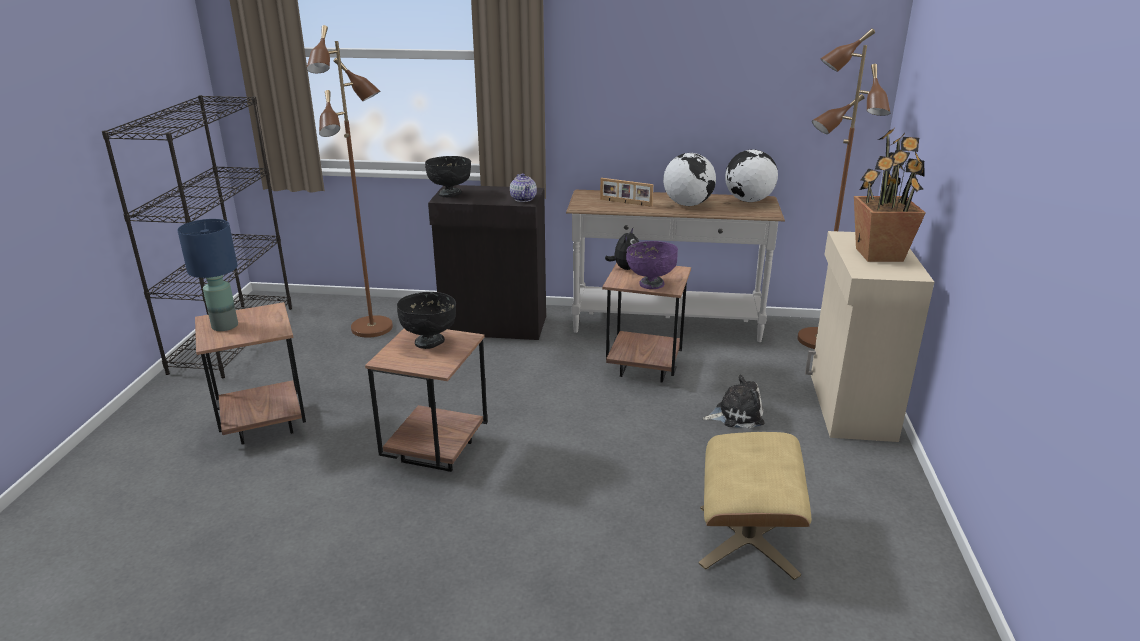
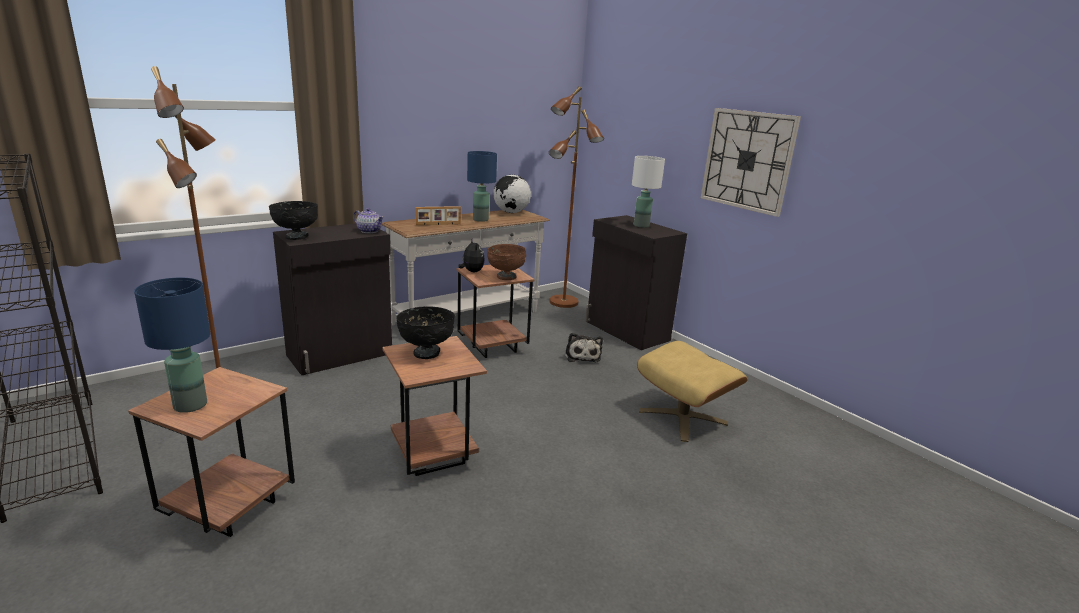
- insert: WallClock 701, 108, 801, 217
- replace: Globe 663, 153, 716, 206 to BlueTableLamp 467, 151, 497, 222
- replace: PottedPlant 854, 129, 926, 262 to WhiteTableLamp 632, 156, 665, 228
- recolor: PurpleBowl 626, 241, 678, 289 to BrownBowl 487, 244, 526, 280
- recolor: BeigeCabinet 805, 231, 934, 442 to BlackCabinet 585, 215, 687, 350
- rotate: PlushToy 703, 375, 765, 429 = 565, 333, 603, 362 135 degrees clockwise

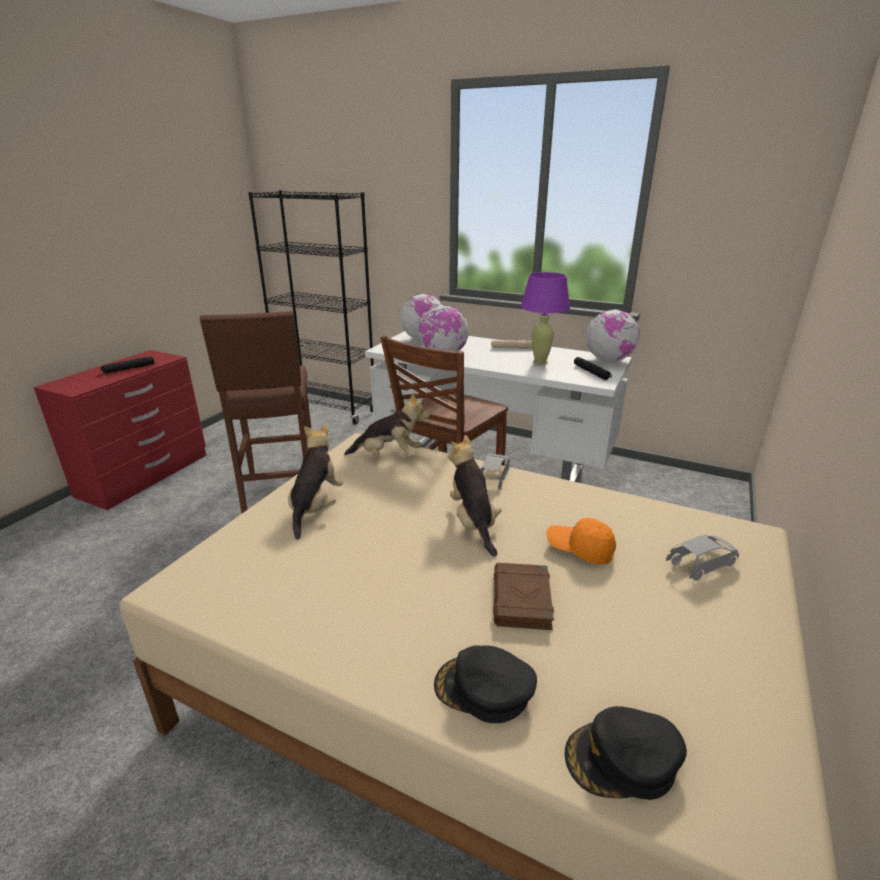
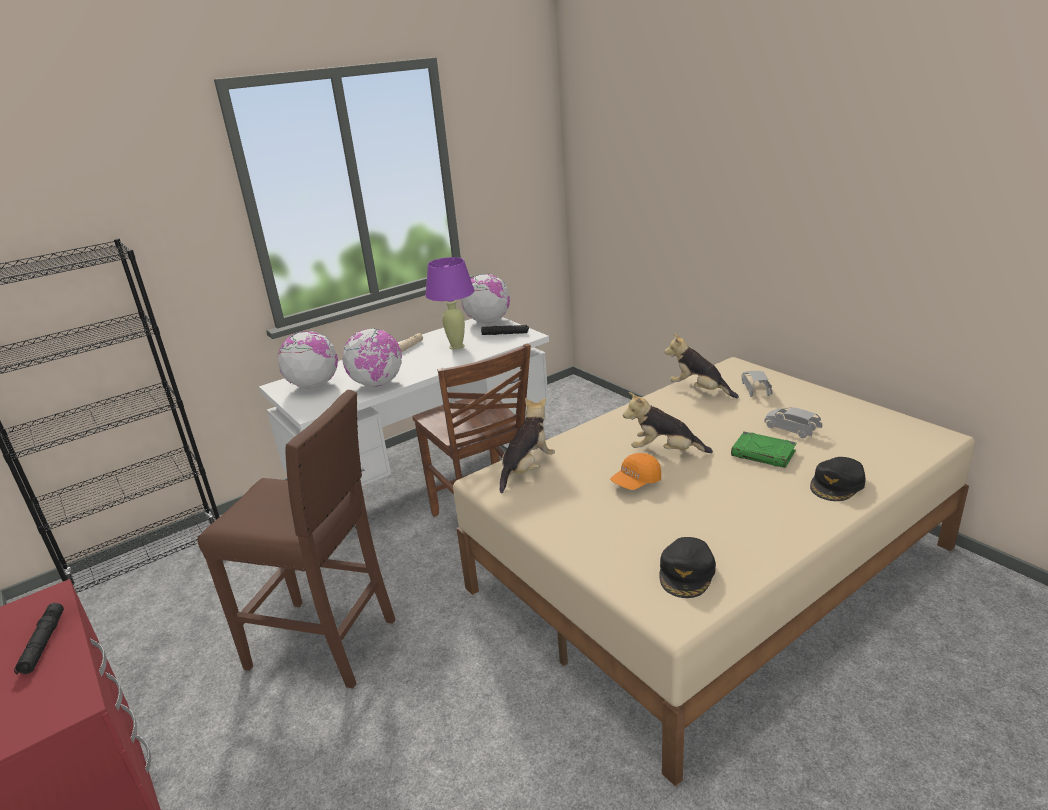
- move: PlushToy 288, 424, 343, 540 to 665, 333, 739, 398
- move: GreyToyCar 481, 454, 510, 489 to 764, 407, 822, 438
- move: OrangeCap 547, 517, 616, 565 to 610, 453, 661, 490
- move: BlackCap 565, 706, 687, 800 to 659, 537, 716, 598
- recolor: BrownBook 493, 563, 554, 630 to GreenBook 731, 431, 797, 468

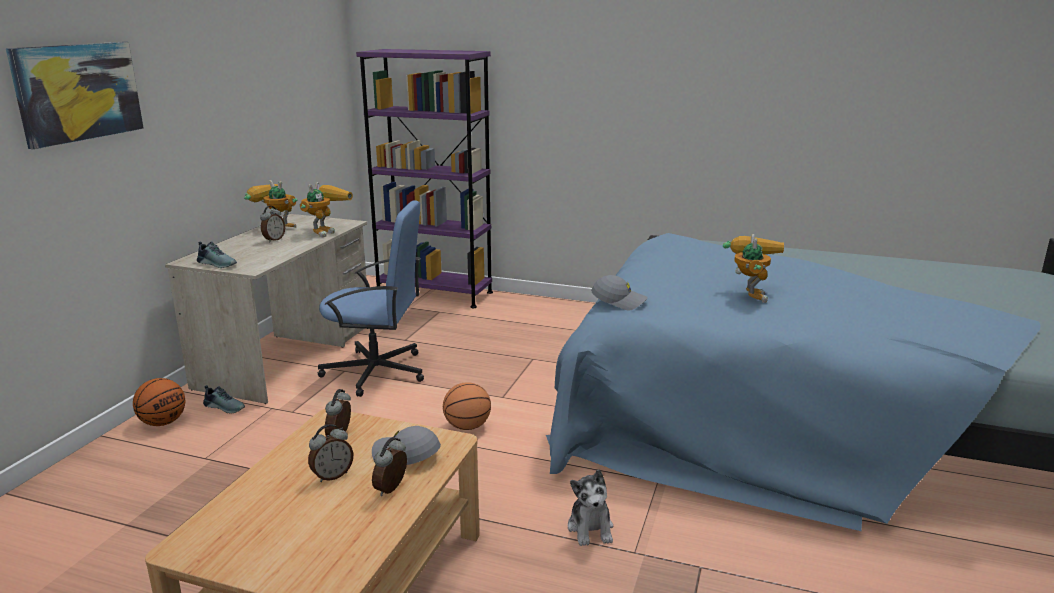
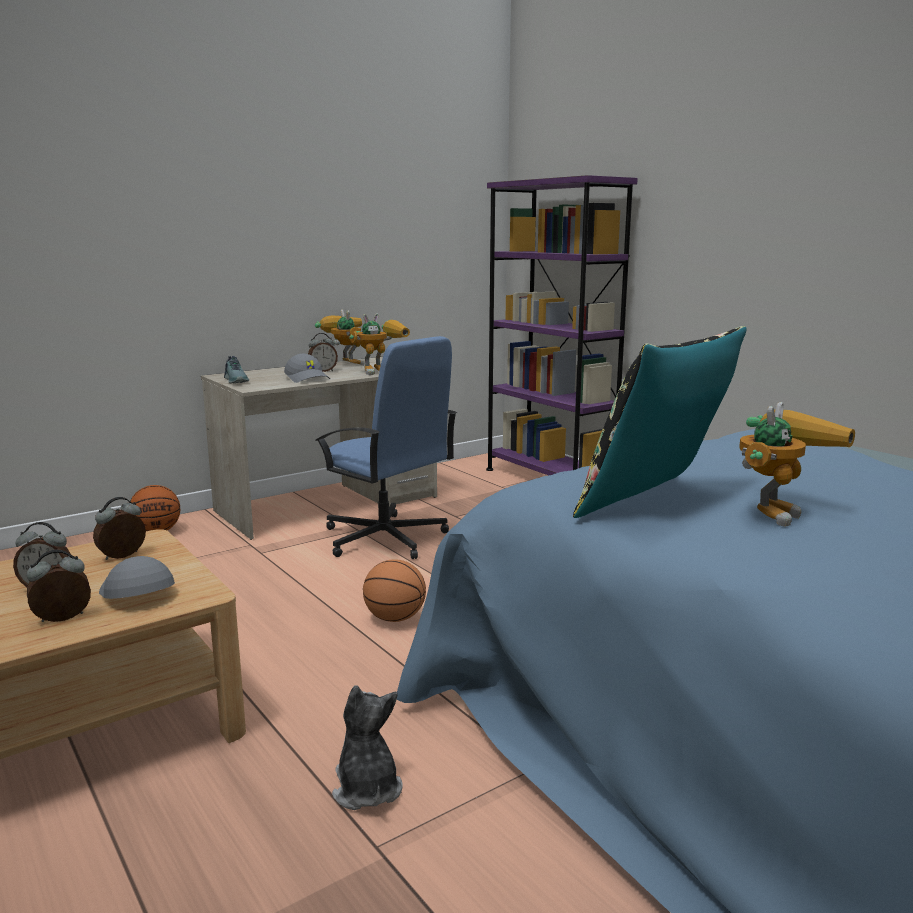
- delete: Picture 6, 42, 144, 149
- delete: Shoe 203, 385, 245, 413
- insert: BlackPillow 573, 326, 747, 518
- move: GreyCap 591, 275, 648, 311 to 284, 354, 330, 383
- rotate: PlushToy 568, 470, 613, 546 = 332, 685, 402, 810 135 degrees clockwise

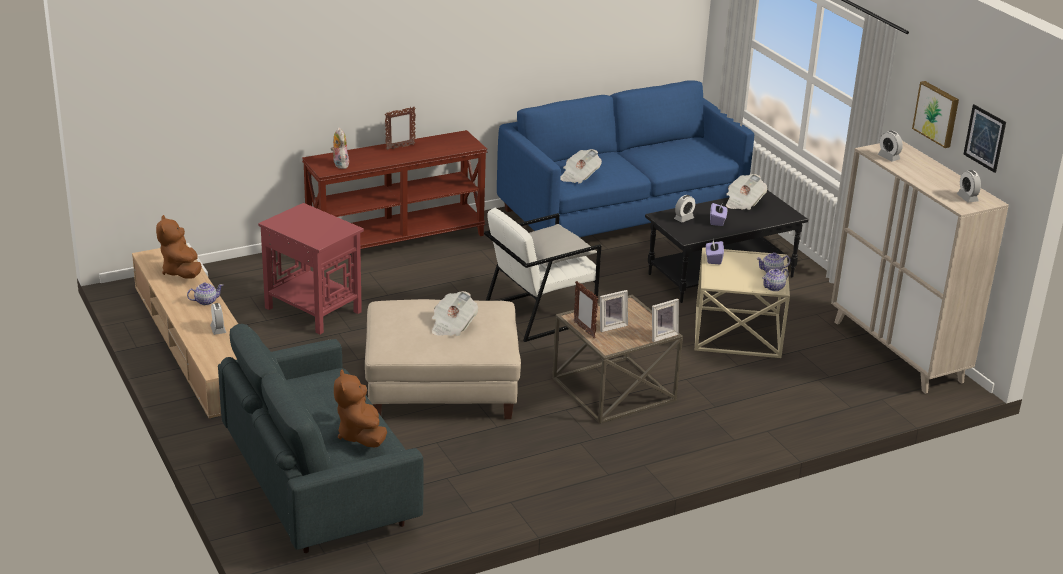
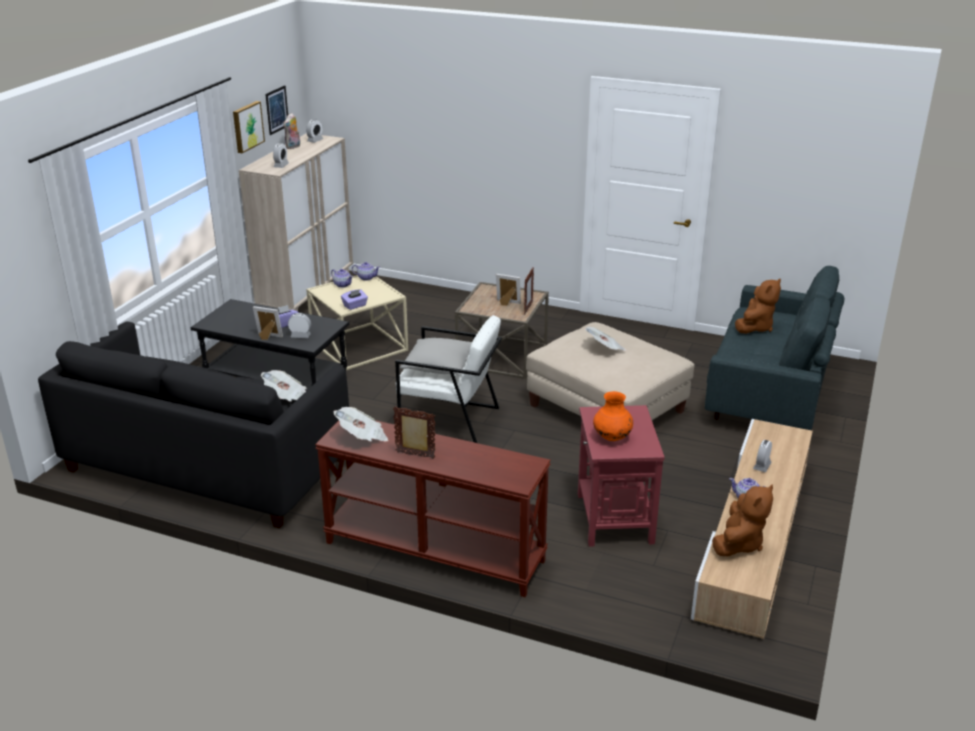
- insert: OrangeVase 593, 391, 633, 441
- move: PlushToy 331, 127, 349, 169 to 283, 113, 300, 149
- move: PictureFrame 652, 299, 679, 342 to 253, 306, 283, 340
- move: Newspaper 726, 174, 767, 210 to 333, 407, 388, 442
- recolor: BlueSofa 497, 80, 754, 237 to BlackSofa 38, 322, 349, 529

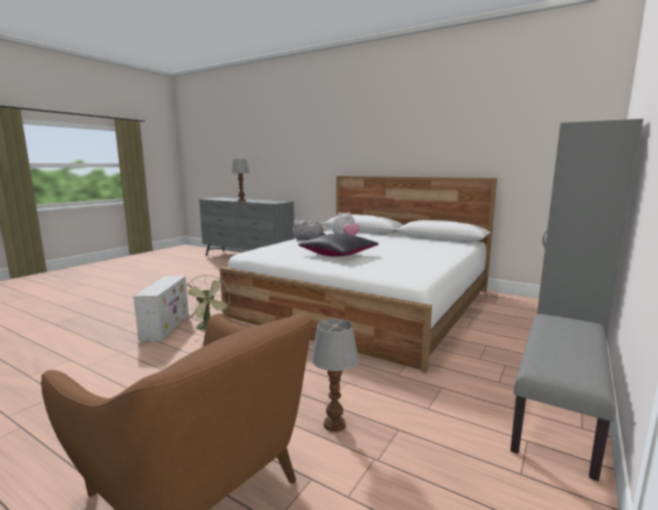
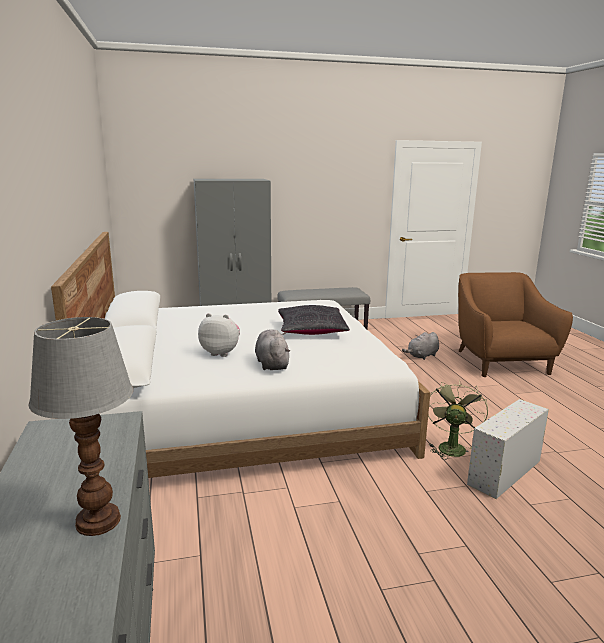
- replace: TableLamp 311, 319, 359, 432 to GreyPlushToy 402, 332, 439, 360

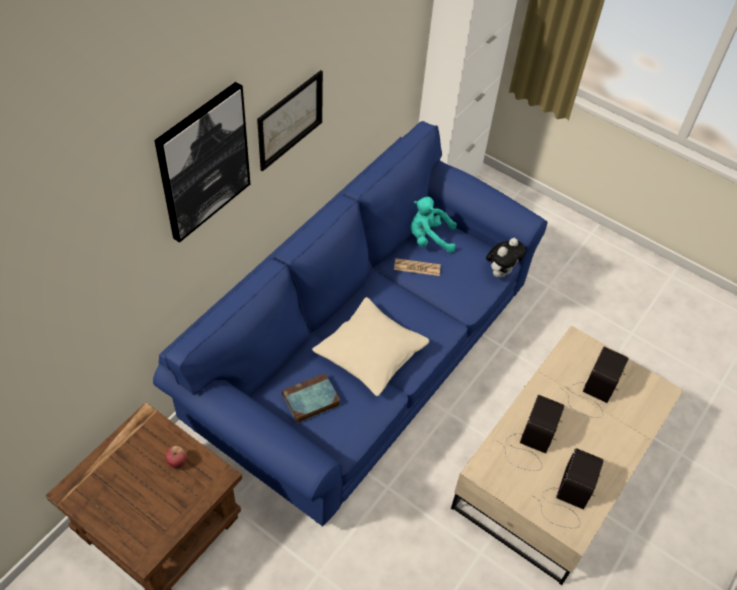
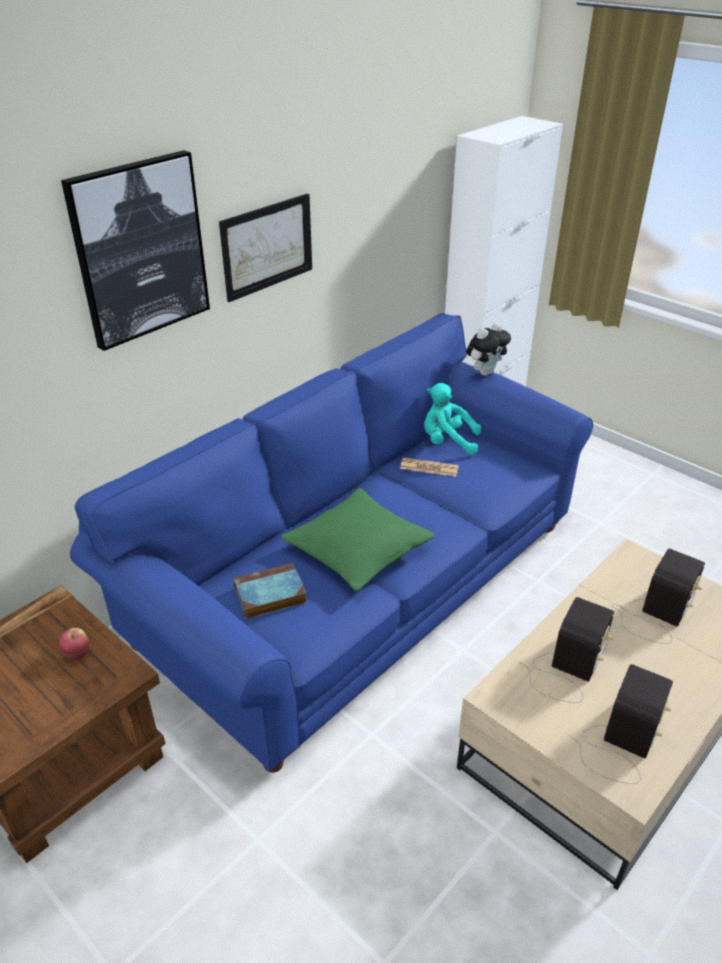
- move: PlushToy 486, 238, 526, 277 to 466, 323, 511, 376
- recolor: BeigePillow 312, 297, 430, 396 to GreenPillow 281, 488, 434, 591

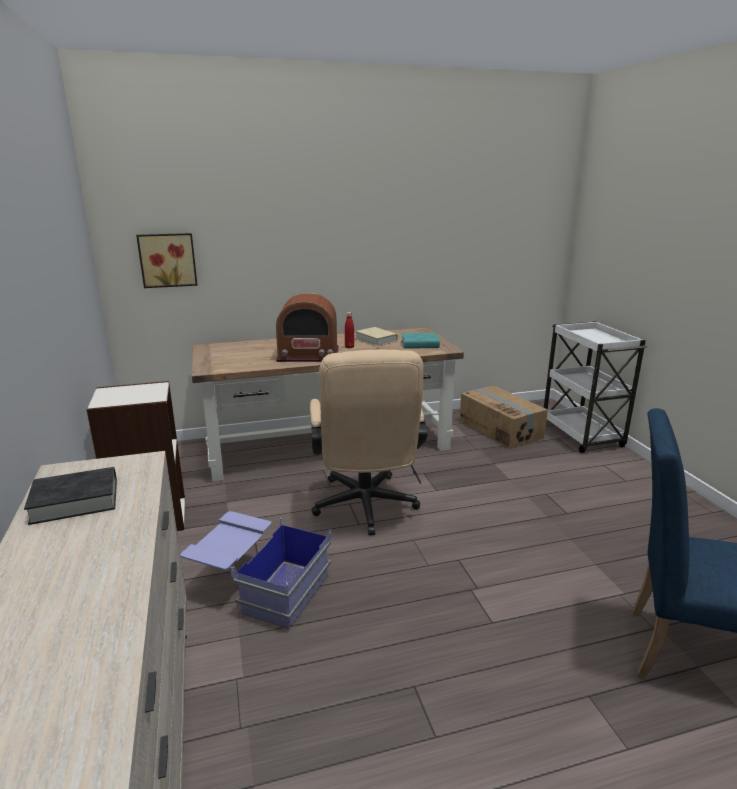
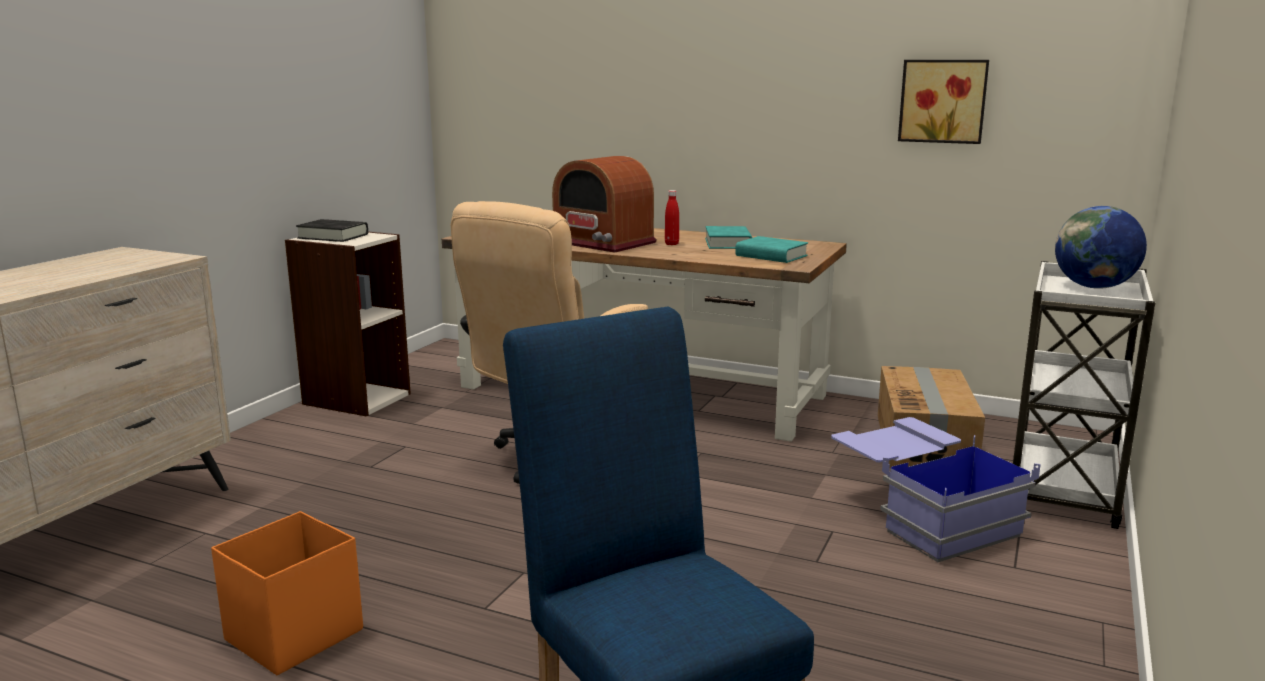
- insert: OrangeStorageBox 211, 511, 363, 675
- insert: Globe 1055, 206, 1147, 289
- move: BlackBook 24, 467, 117, 525 to 296, 219, 368, 242
- move: Picture 136, 233, 197, 288 to 898, 60, 989, 144
- move: BlueStorageBox 180, 511, 332, 629 to 831, 417, 1041, 562
- recolor: BeigeBook 355, 327, 398, 346 to TurquoiseBook 705, 226, 753, 249

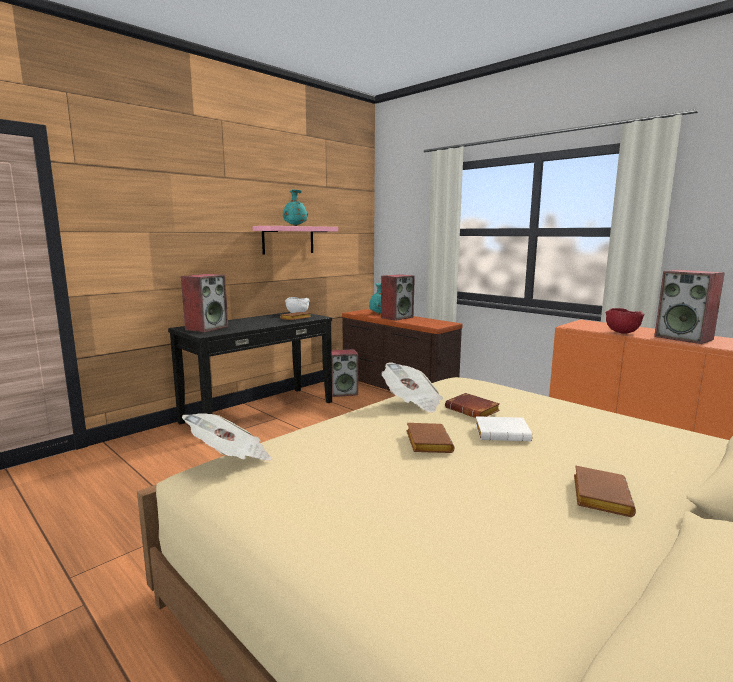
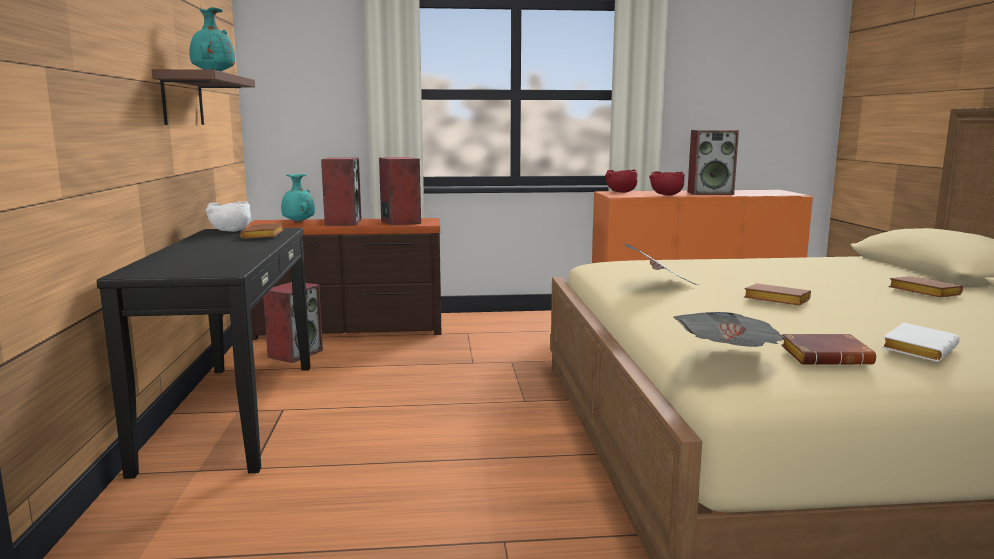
- insert: RedBowl 605, 169, 637, 193
- move: Speaker 181, 274, 228, 332 to 379, 157, 421, 225
- move: BrownBook 445, 393, 500, 418 to 781, 334, 876, 365
- move: WhiteBook 475, 416, 532, 441 to 881, 323, 960, 362
- recolor: PinkShelf 252, 226, 338, 254 to BrownShelf 152, 69, 255, 125

